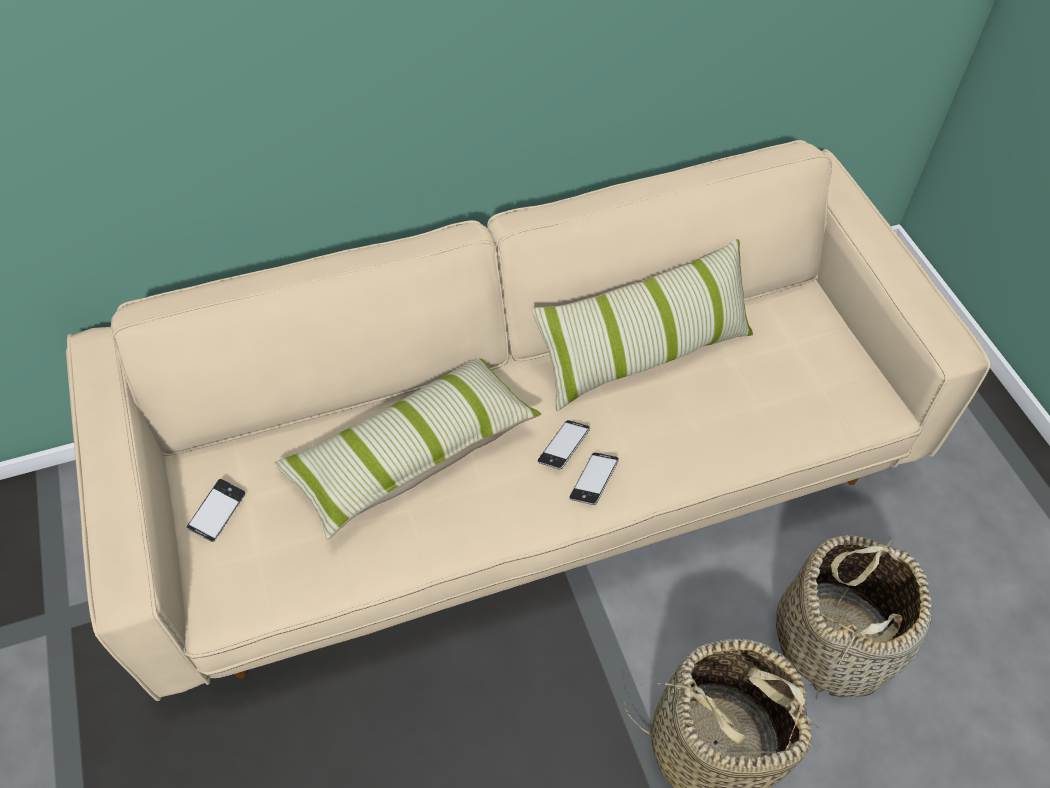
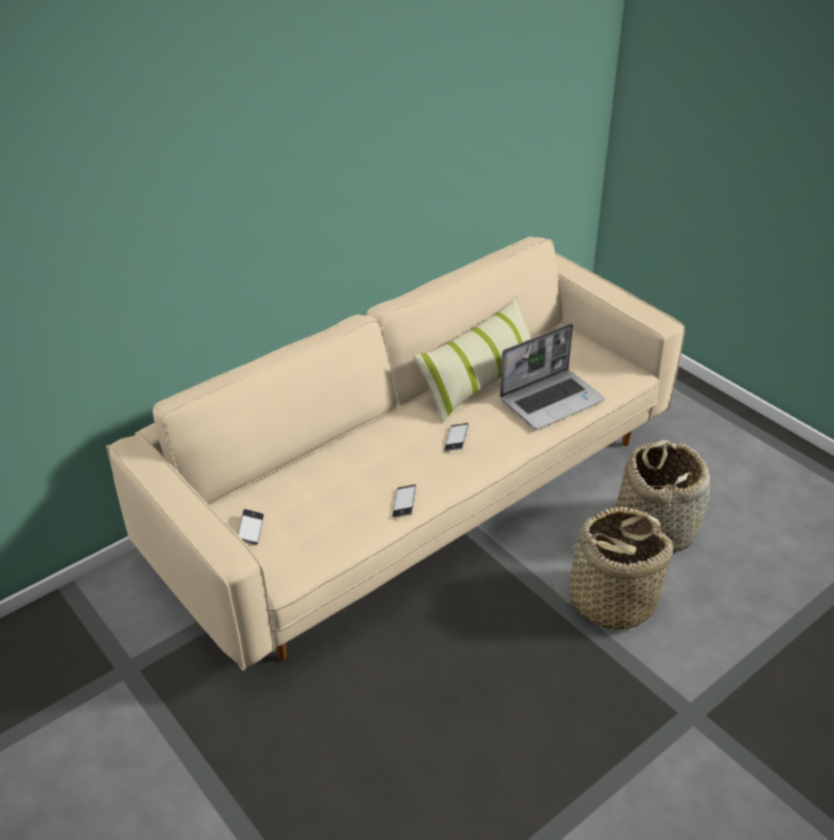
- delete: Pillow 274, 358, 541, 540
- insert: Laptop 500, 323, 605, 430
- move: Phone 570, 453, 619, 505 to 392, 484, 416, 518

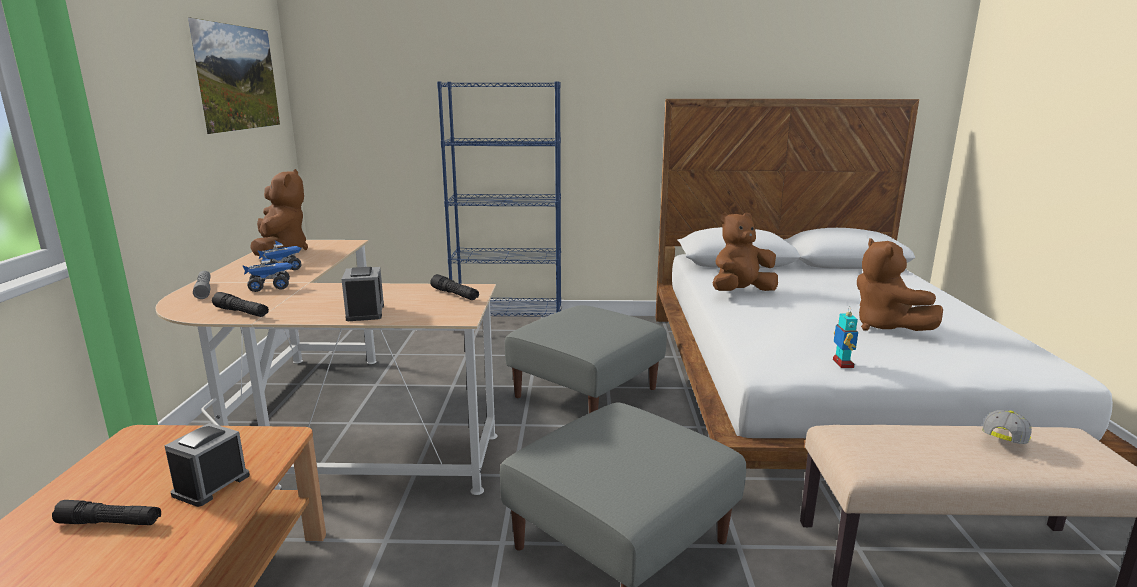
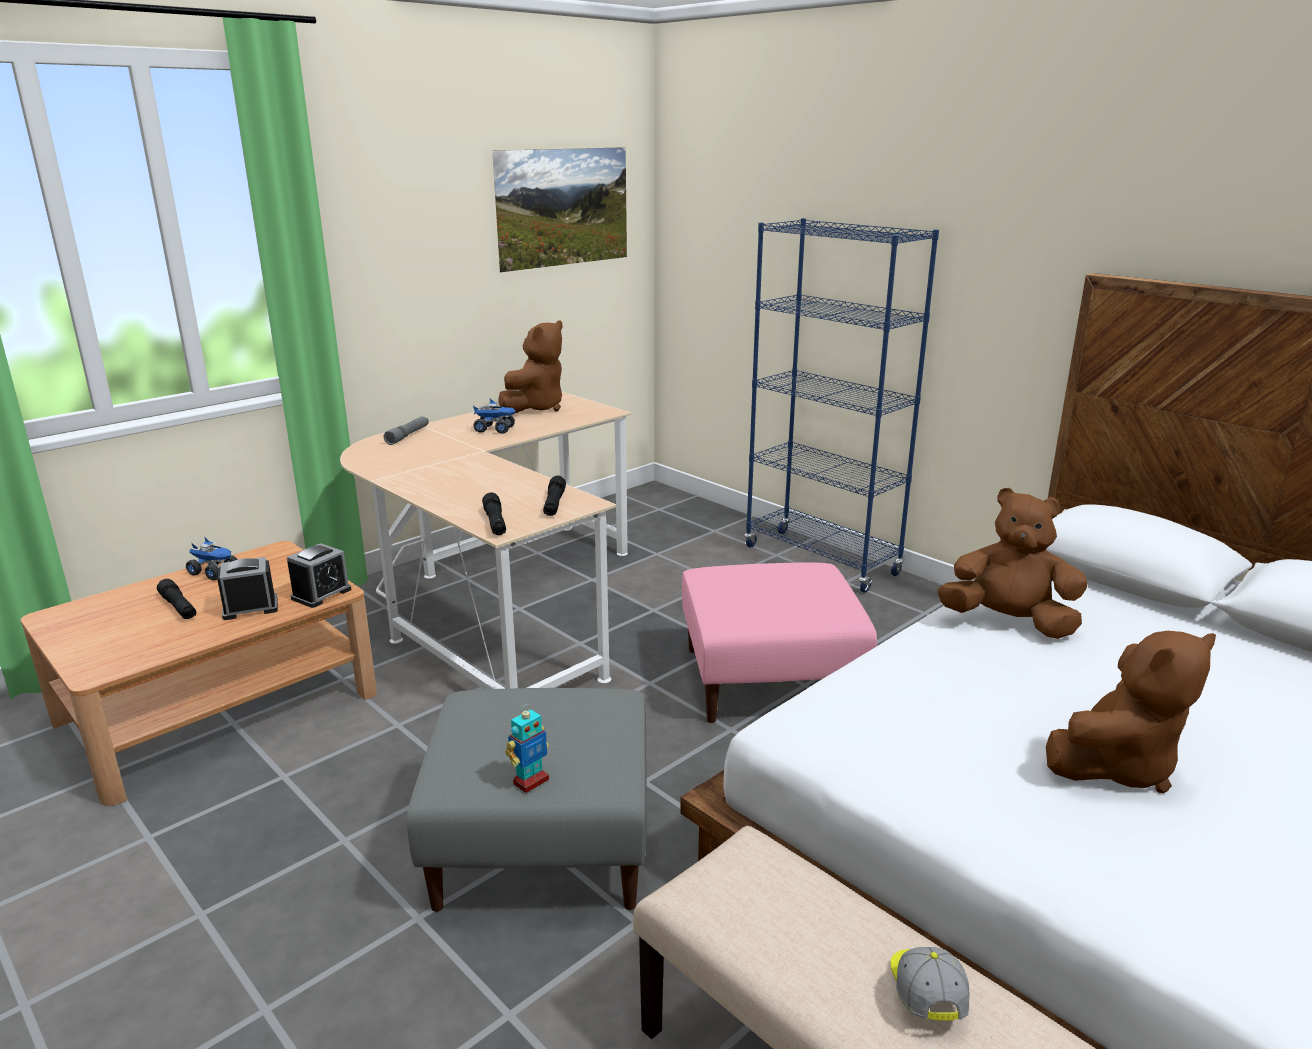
- move: BlackFlashlight 212, 292, 269, 317 to 482, 493, 506, 535
- move: ToyTruck 242, 256, 293, 292 to 186, 538, 238, 580
- move: AlarmClock 342, 267, 384, 321 to 287, 543, 351, 608
- move: ToyRobot 833, 306, 858, 368 to 505, 704, 549, 793
- recolor: GreyOttoman 505, 305, 667, 413 to PinkOttoman 682, 563, 877, 723
- rotate: BrownPlushToy 857, 238, 943, 331 = 1046, 631, 1216, 793 150 degrees counterclockwise
- rotate: Cap 982, 410, 1032, 444 = 891, 947, 969, 1021 90 degrees counterclockwise

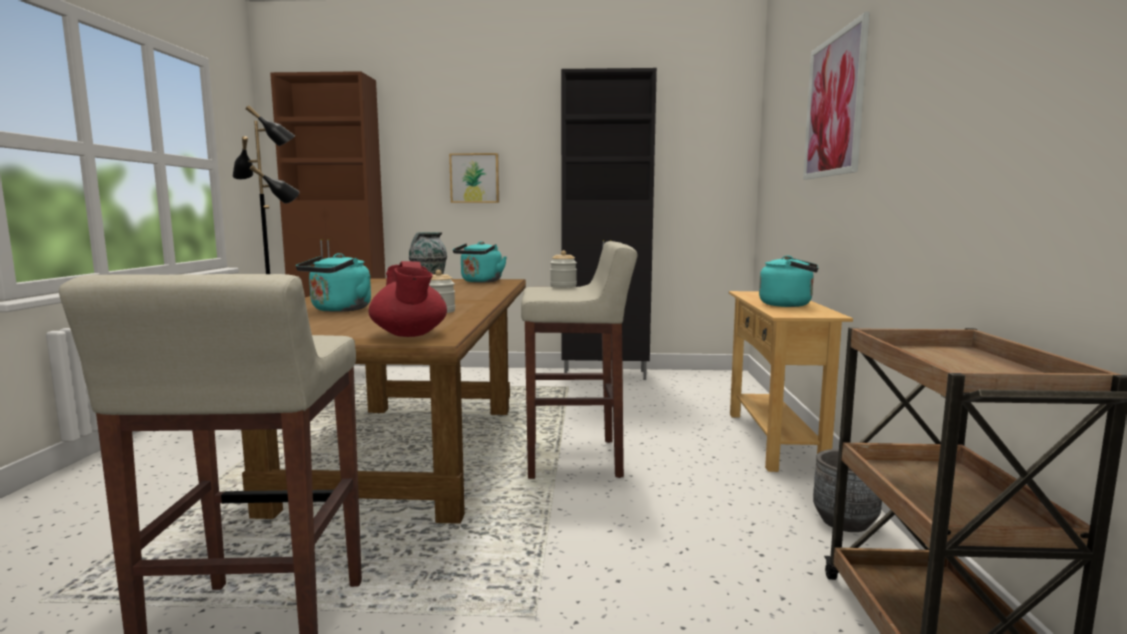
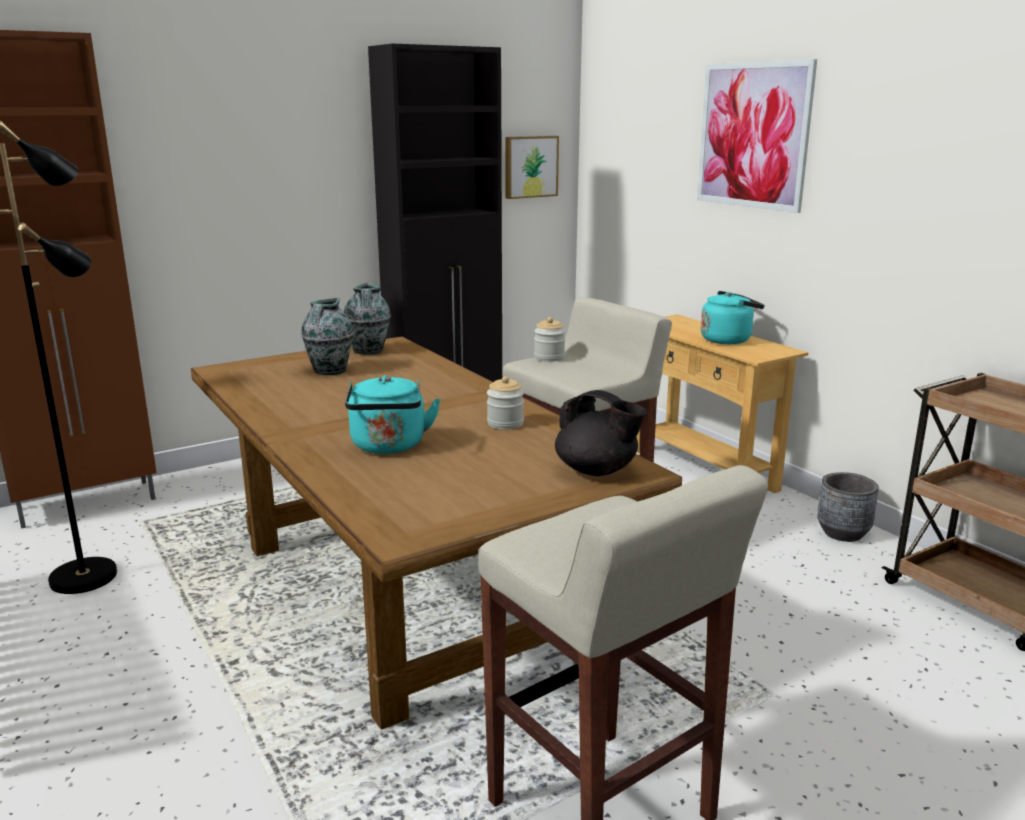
- move: Picture 449, 153, 499, 203 to 505, 136, 559, 199
- replace: TurquoiseKettle 453, 241, 507, 283 to Vase 344, 283, 391, 355
- recolor: RedTeapot 368, 261, 447, 337 to BlackTeapot 555, 390, 648, 476

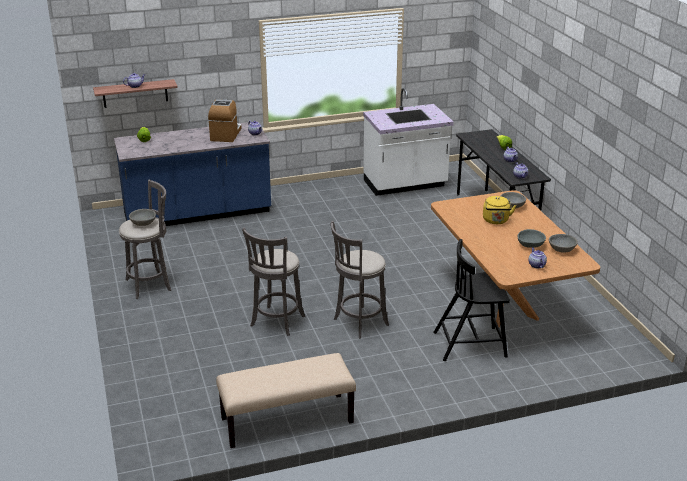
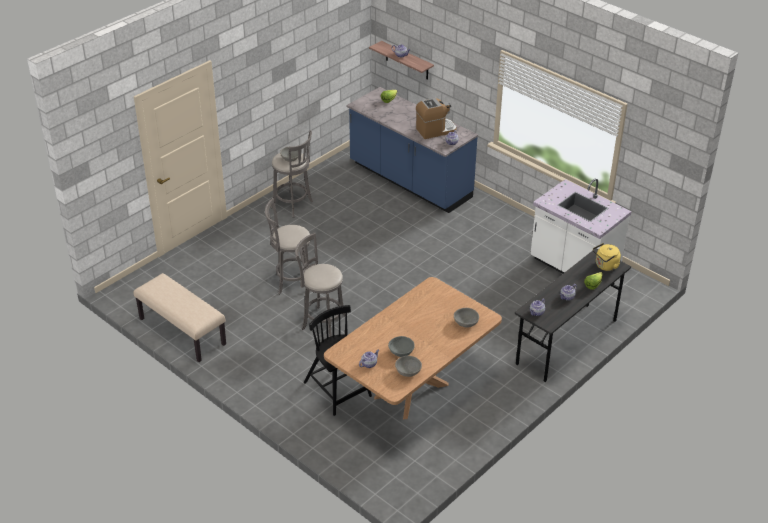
- move: YellowKettle 483, 196, 516, 224 to 593, 243, 621, 271

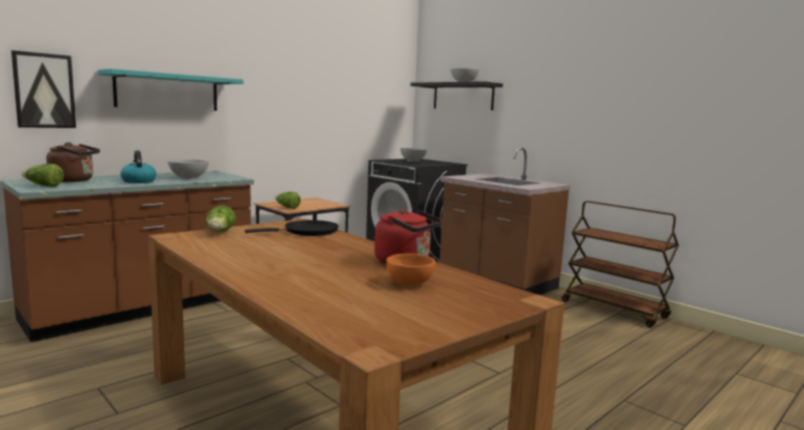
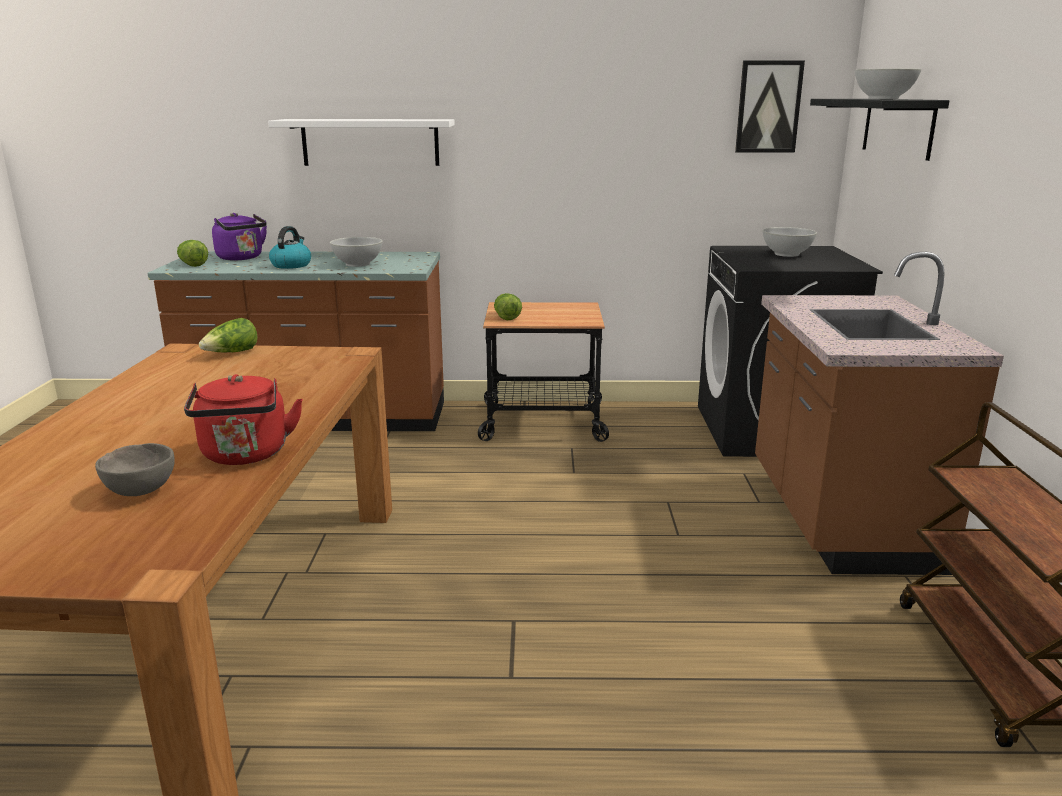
- delete: BlackFryingPan 245, 220, 339, 236
- move: Picture 11, 50, 76, 128 to 735, 60, 805, 153
- recolor: BrownKettle 46, 142, 100, 182 to PurpleKettle 212, 213, 267, 260
- recolor: TurquoiseShelf 97, 69, 244, 111 to WhiteShelf 268, 119, 455, 166
- recolor: OrangeBowl 386, 254, 435, 286 to GreyBowl 95, 443, 175, 496

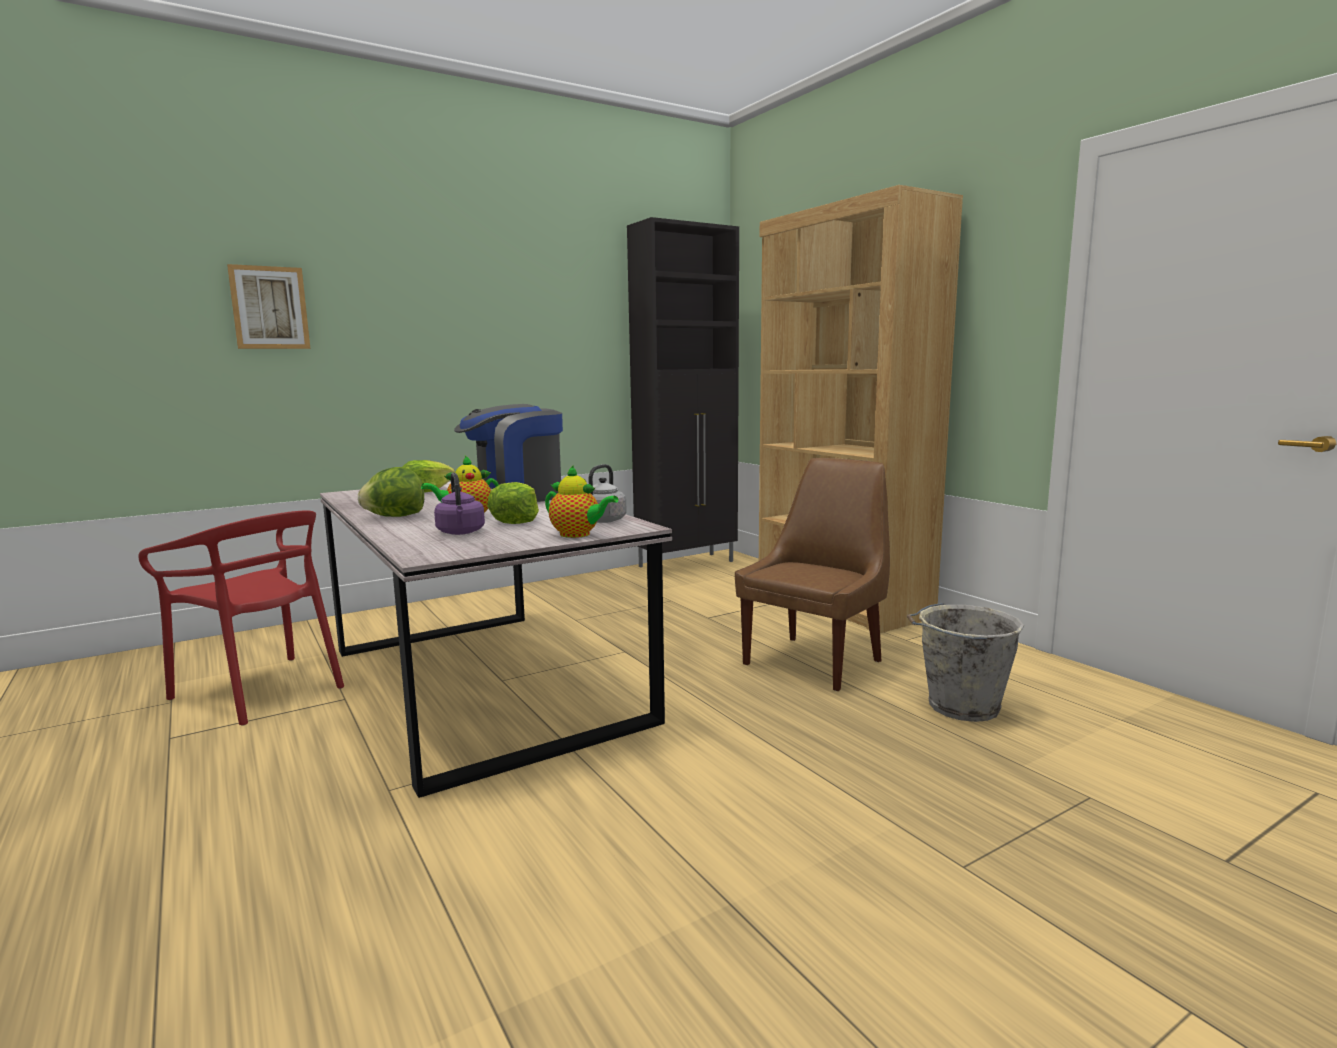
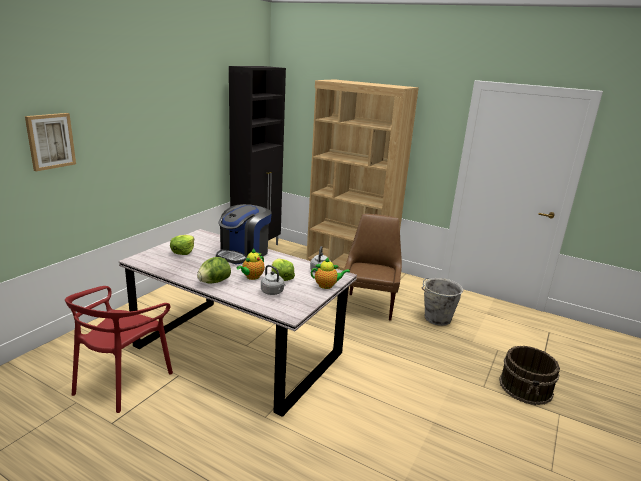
- insert: BrownBucket 499, 346, 560, 405
- recolor: PurpleKettle 434, 473, 485, 535 to GreyKettle 261, 265, 285, 295
- rotate: RedChair 138, 510, 344, 726 = 65, 286, 173, 413 105 degrees clockwise

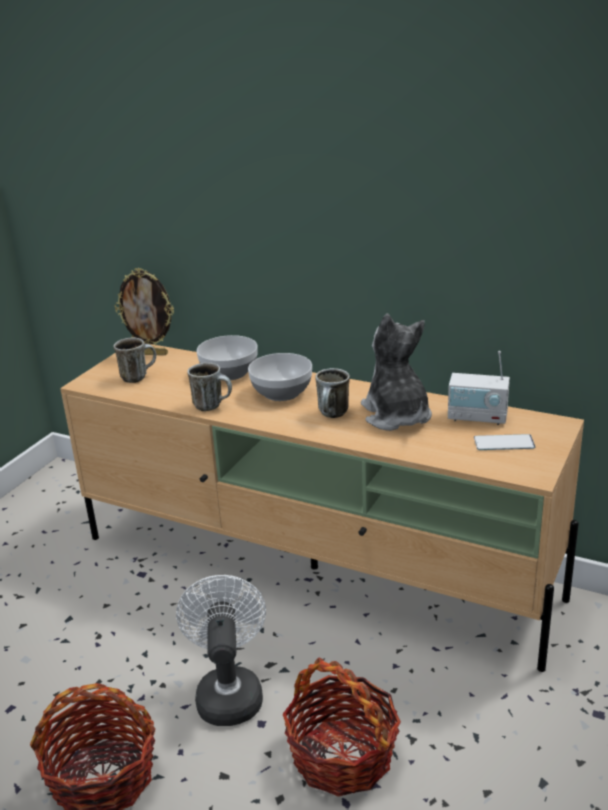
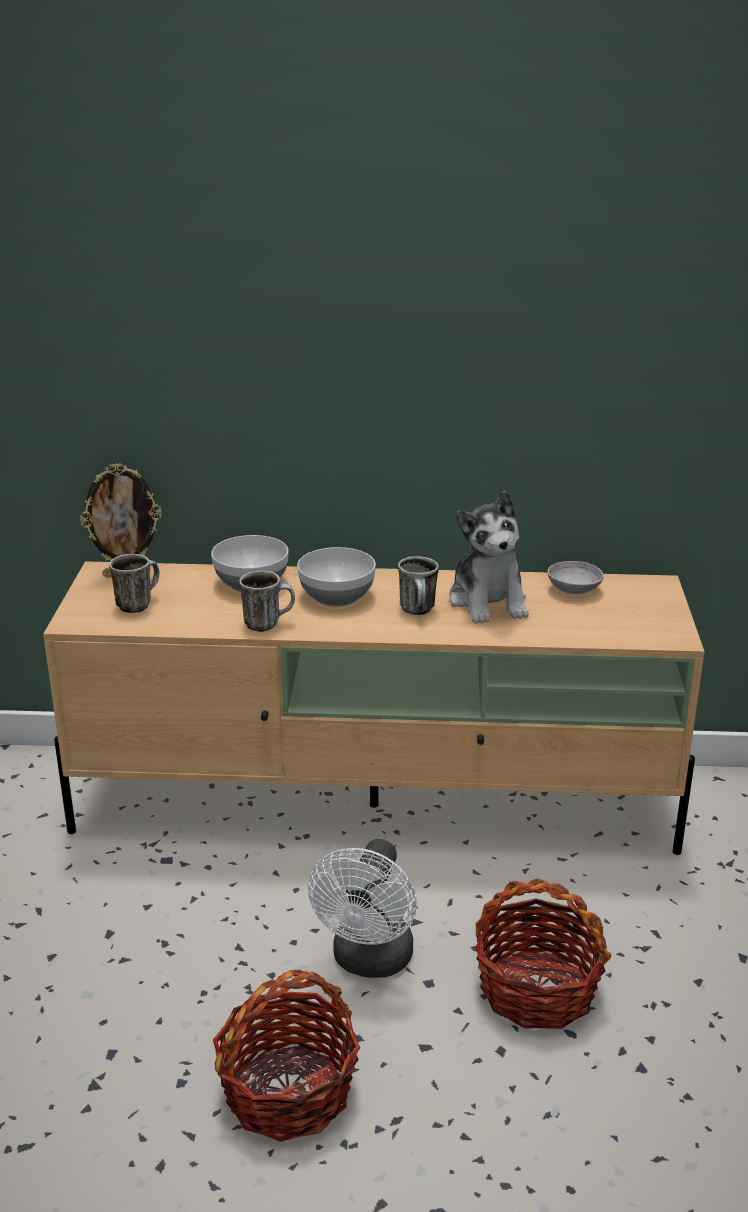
- delete: Phone 474, 434, 535, 450
- replace: Radio 448, 351, 510, 425 to GreyBowl 547, 561, 604, 594
- rotate: WhiteFan 176, 575, 266, 726 = 308, 839, 417, 978 135 degrees counterclockwise
- rotate: PlushToy 361, 313, 432, 431 = 449, 491, 529, 624 150 degrees counterclockwise

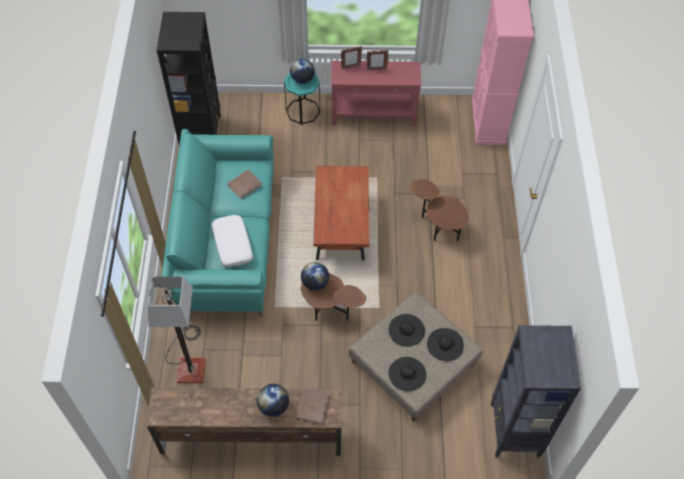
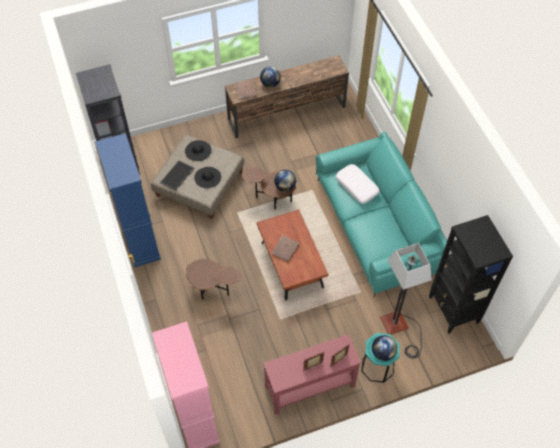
- insert: BlueCabinet 95, 133, 161, 267
- move: FloorLamp 148, 276, 206, 383 to 380, 243, 432, 358
- move: BrownBook 227, 170, 262, 199 to 272, 235, 300, 262
- replace: BlackHat 427, 328, 464, 361 to Tray 160, 160, 194, 190

